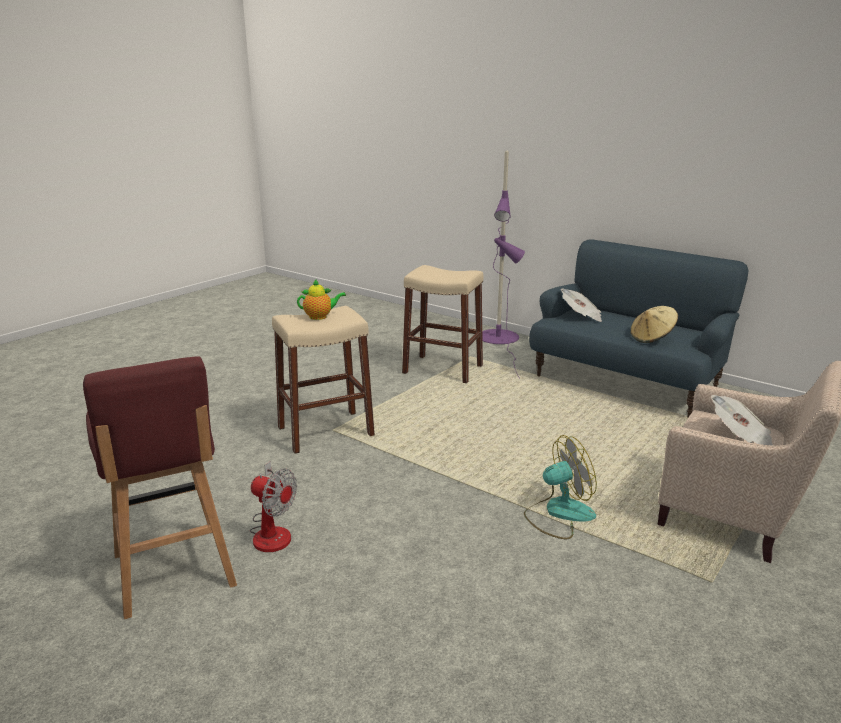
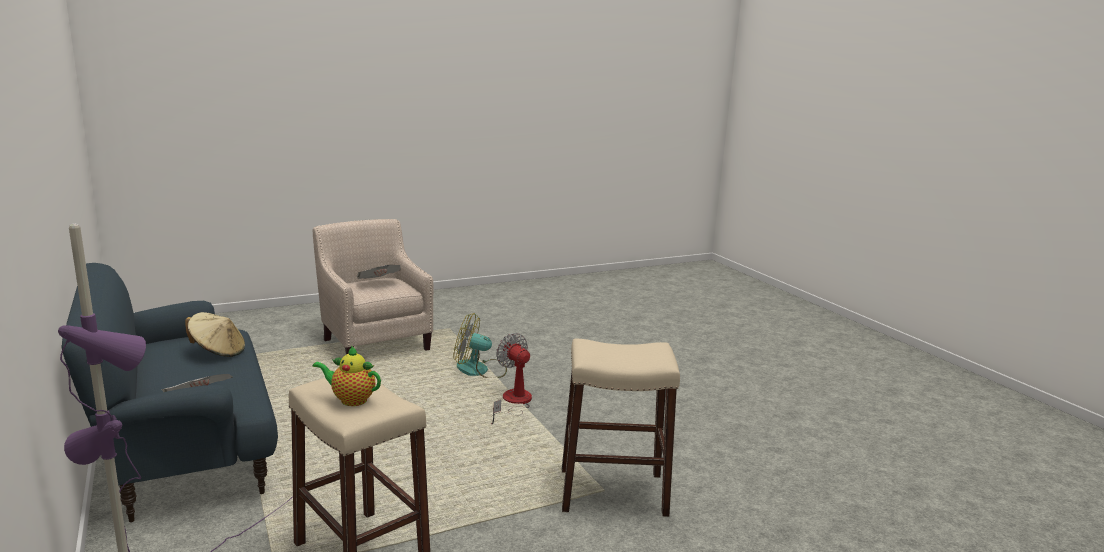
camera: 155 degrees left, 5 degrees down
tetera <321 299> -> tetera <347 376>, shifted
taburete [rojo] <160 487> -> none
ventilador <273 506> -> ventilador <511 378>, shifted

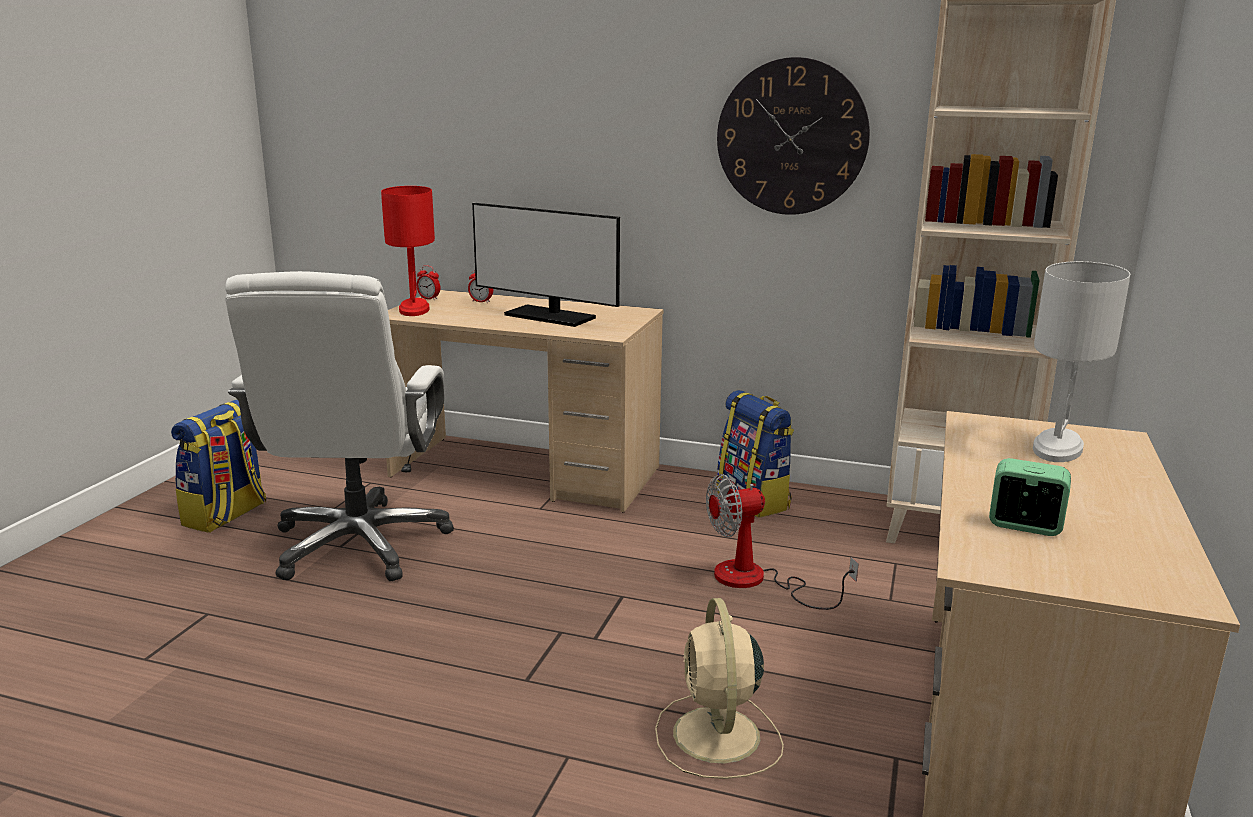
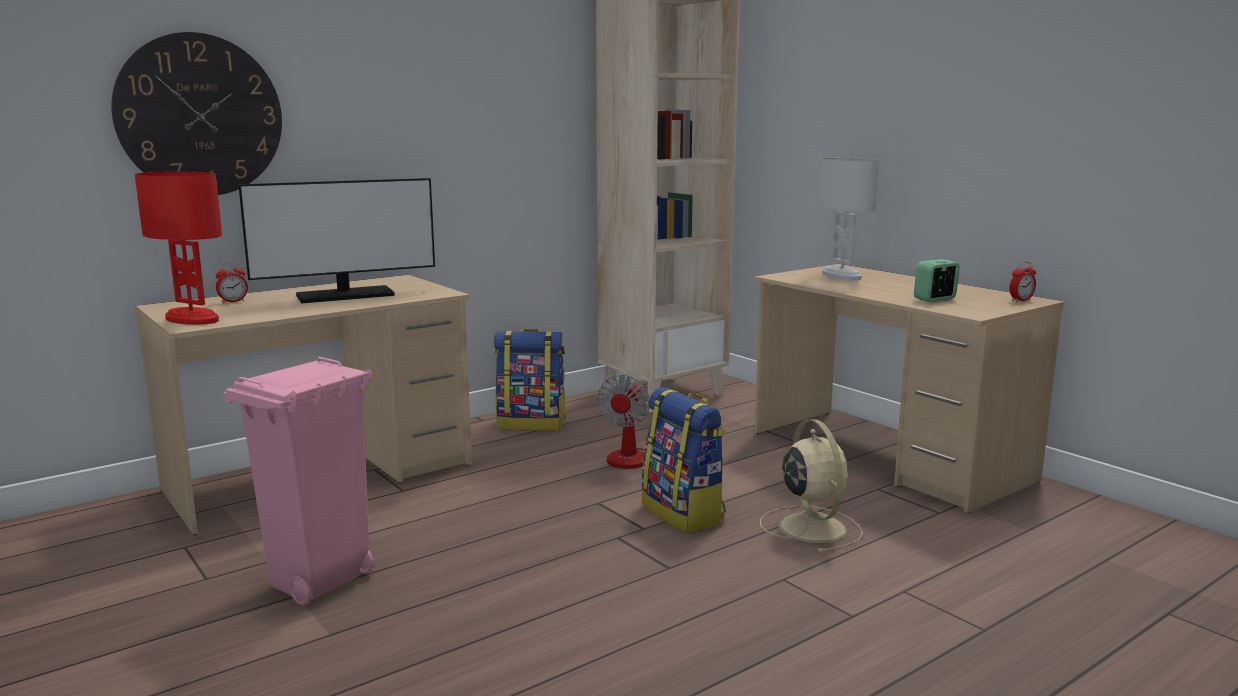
camera: 55 degrees left, 5 degrees down
reloj de pared <793 136> -> reloj de pared <196 113>, shifted
despertador <428 282> -> despertador <1022 282>, shifted
silla de oficina [blanco] <339 426> -> papelera [rosa] <299 481>
mochila <218 466> -> mochila <684 460>, shifted
ventilador [beis] <719 688> -> ventilador [beis] <811 486>, 135 degrees counterclockwise

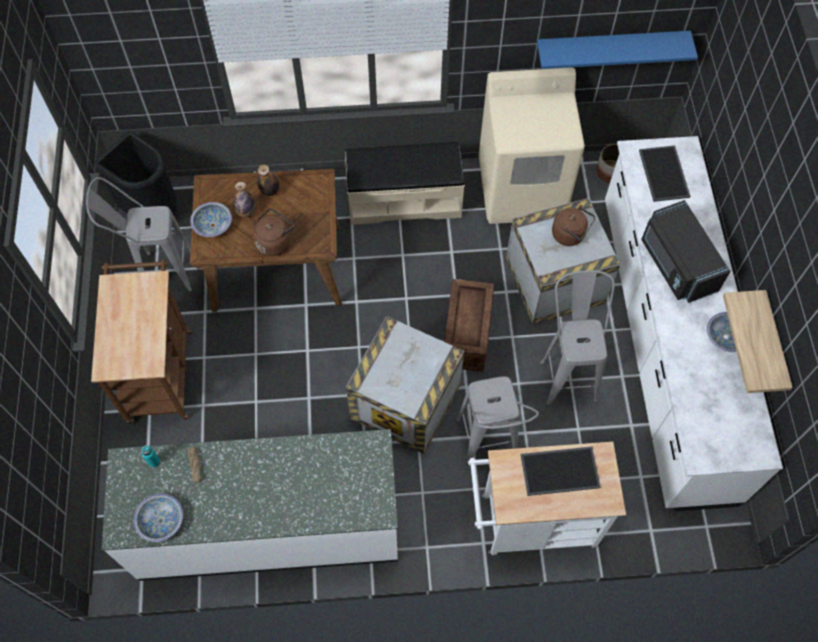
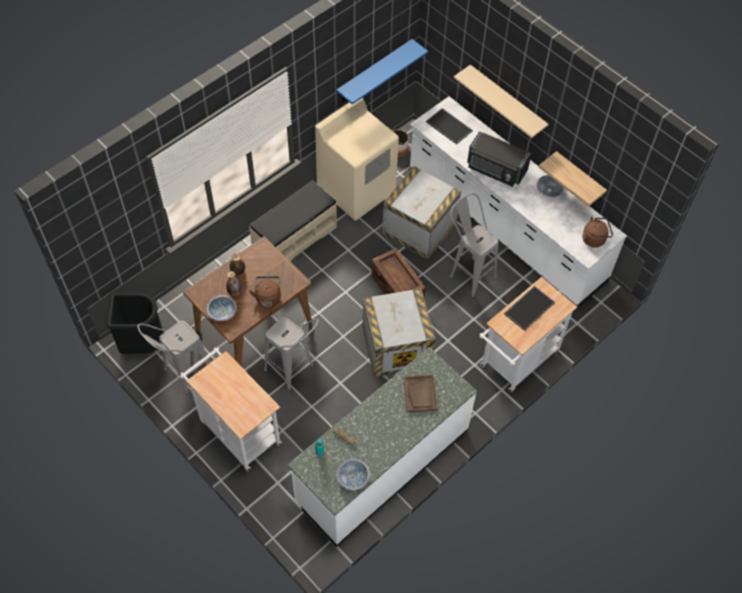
camera: 40 degrees left, 5 degrees down
hervidor [marrón] <573 225> -> hervidor [marrón] <597 232>, shifted
carrito [marrón] <141 341> -> carrito [blanco] <231 410>
taburete [gris] <497 420> -> taburete [gris] <291 354>, shifted
none -> estante [beis] <501 101>
none -> bandeja [marrón] <420 393>

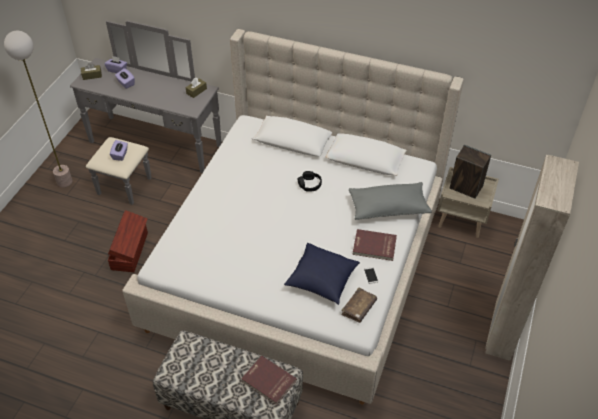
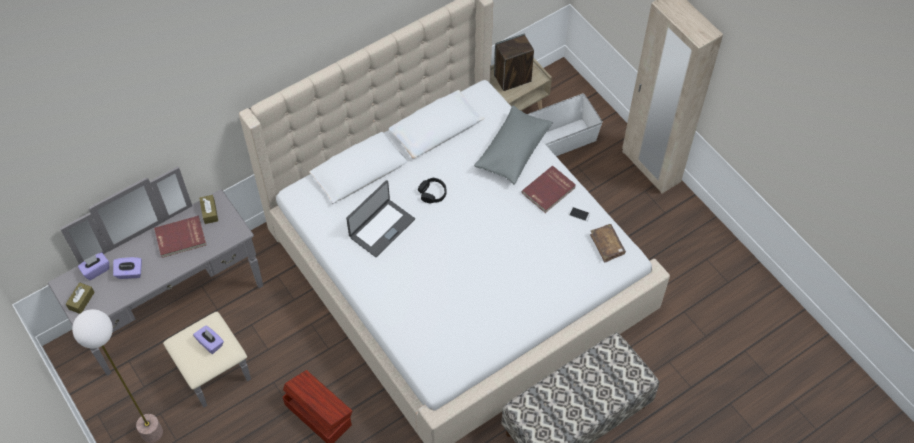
camera: 55 degrees left, 10 degrees up
cojín [azul] <322 274> -> none
libro [rojo] <269 380> -> libro [rojo] <180 237>, shifted
none -> caja de almacenaje [blanco] <565 124>
none -> portátil <380 218>

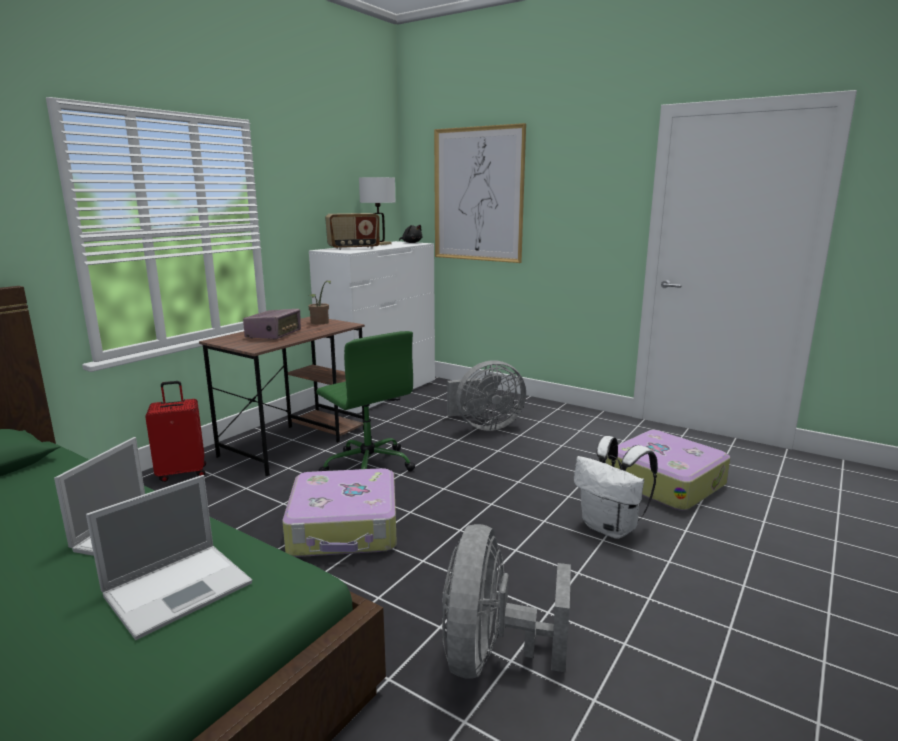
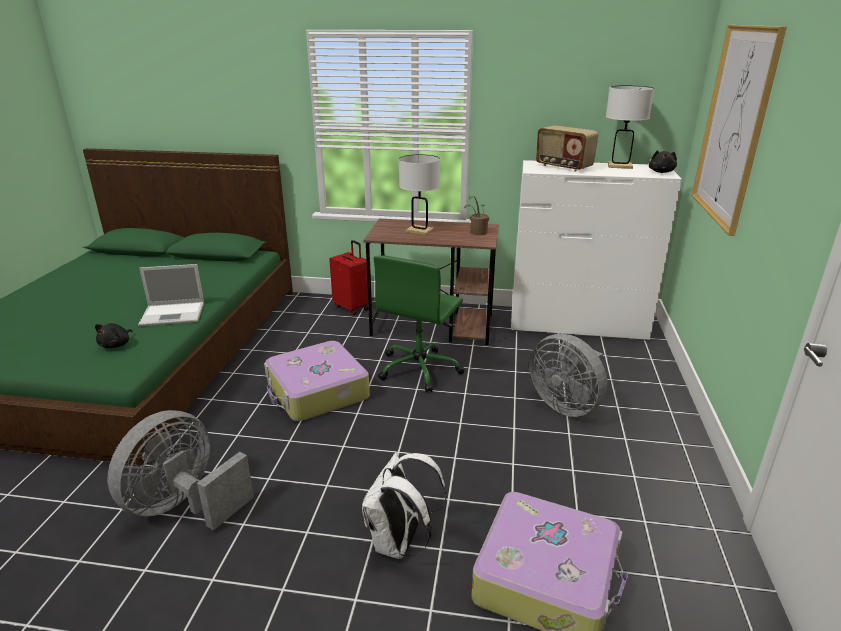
camera: 65 degrees right, 10 degrees up
radio <272 324> -> lámpara de mesa [blanco] <419 194>
portátil <169 557> -> peluche [negro] <114 335>
ventilador [gris] <506 601> -> ventilador [gris] <181 470>, 45 degrees counterclockwise

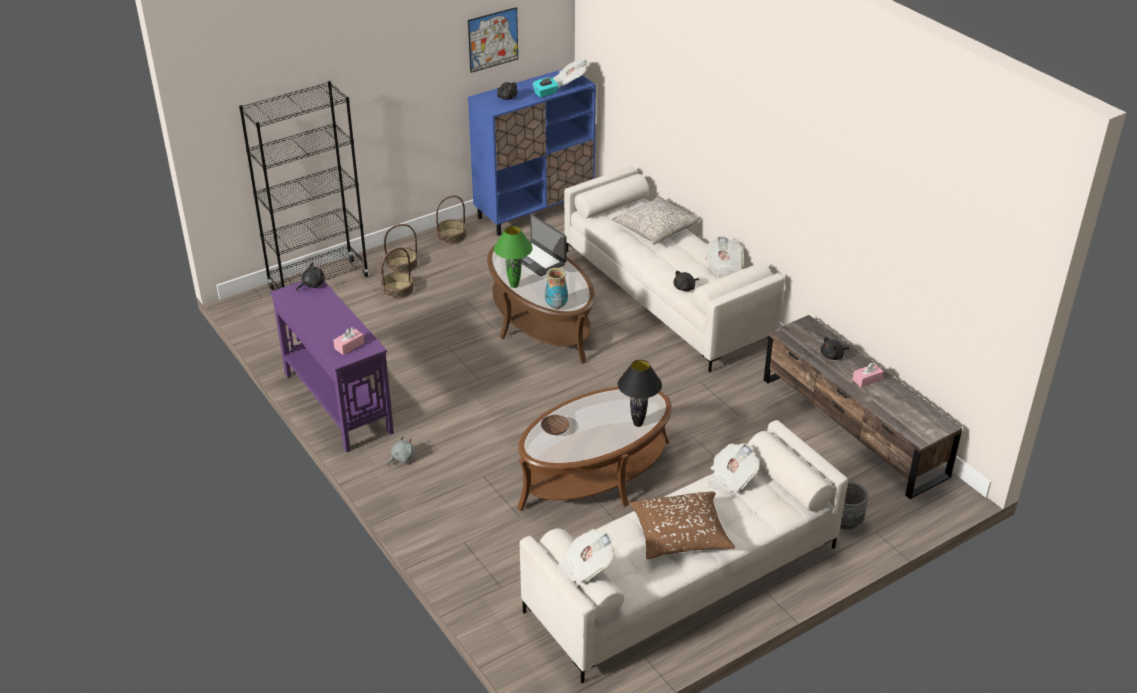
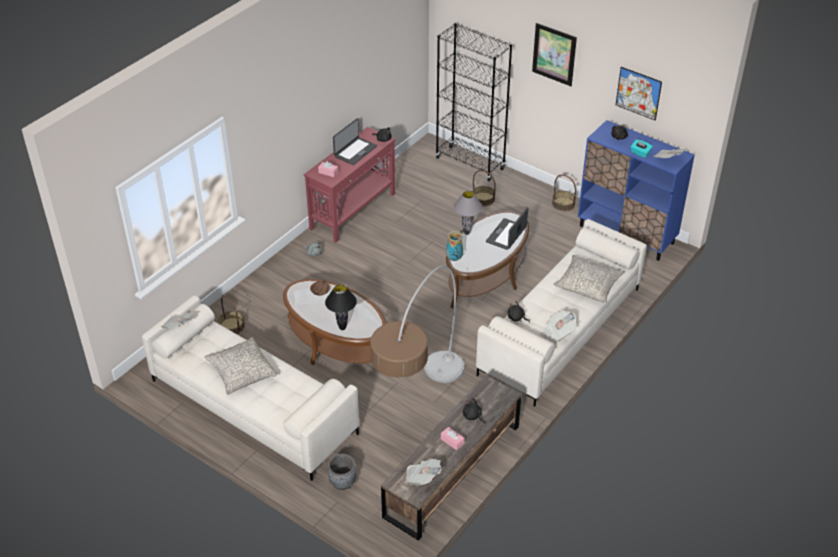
camera: 70 degrees right, 5 degrees up
cesta <401 248> -> cesta <231 314>, shifted
lámpara de mesa [verde] <513 257> -> lámpara de mesa [gris] <468 213>
mesa consola [morado] <332 366> -> mesa consola [rojo] <350 185>
periódico <733 468> -> periódico <423 471>, shifted
cojín [marrón] <682 525> -> cojín [gris] <240 366>
none -> cuadro <554 54>
none -> portátil <355 141>
none -> lámpara de pie <417 324>

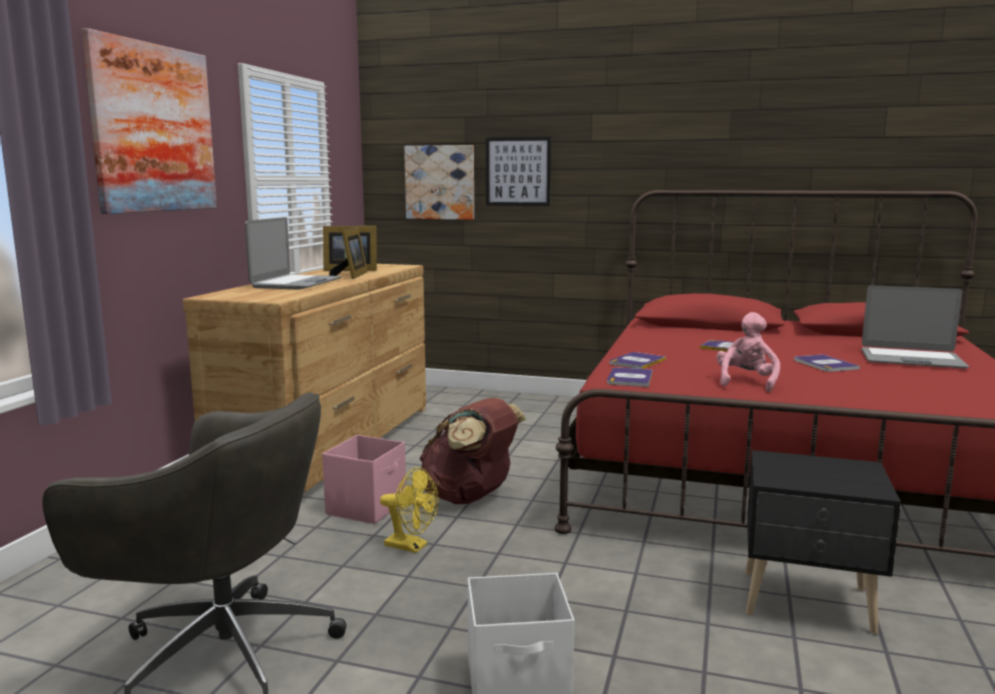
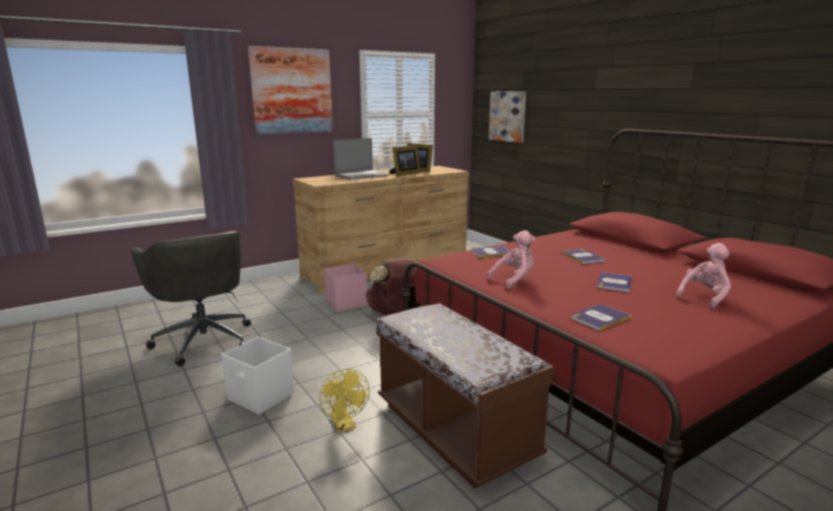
camera: 40 degrees right, 5 degrees up
cuadro <518 171> -> none
portátil <915 327> -> peluche [rosa] <703 275>
libro <630 377> -> libro <601 317>, shifted
mesita de noche [negro] <823 542> -> banco [marrón] <465 395>
ventilador [amarillo] <409 510> -> ventilador [amarillo] <344 401>, shifted

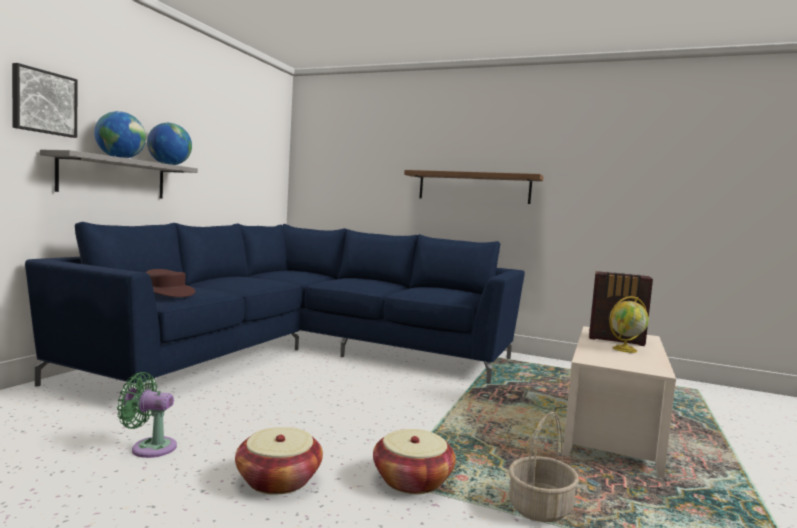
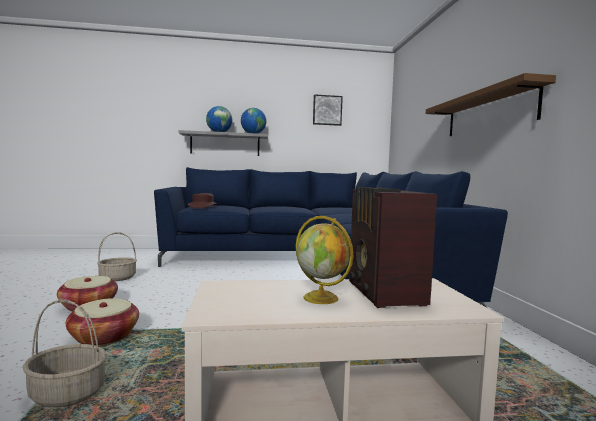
camera: 60 degrees right, 0 degrees up
cuadro <45 100> -> cuadro <328 110>, shifted
ventilador [verde] <147 415> -> cesta <117 256>

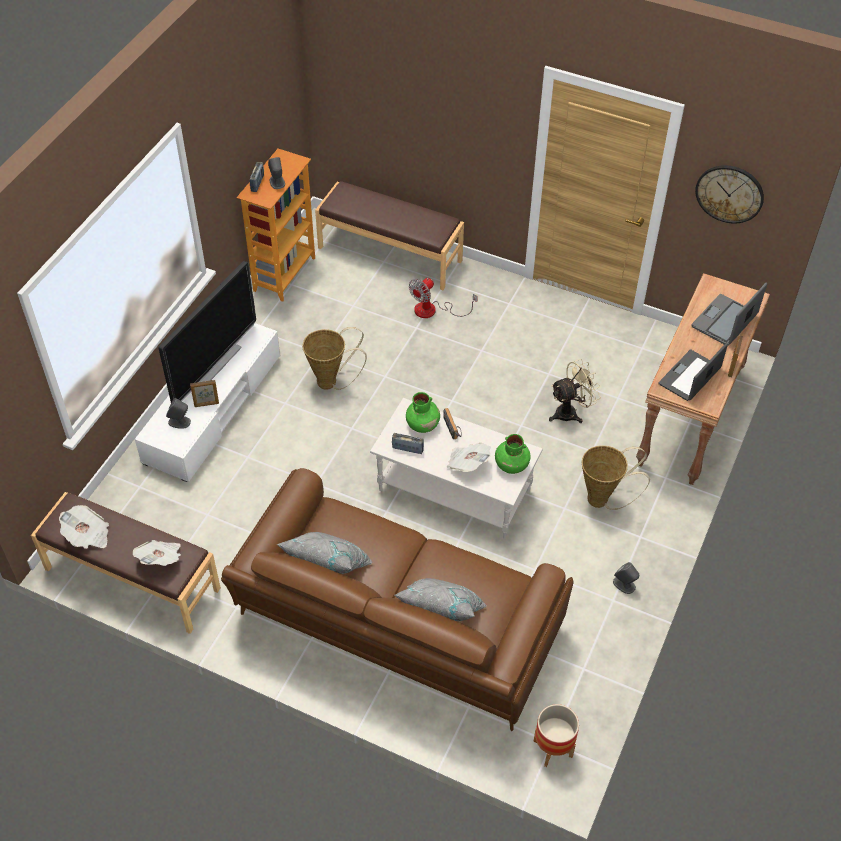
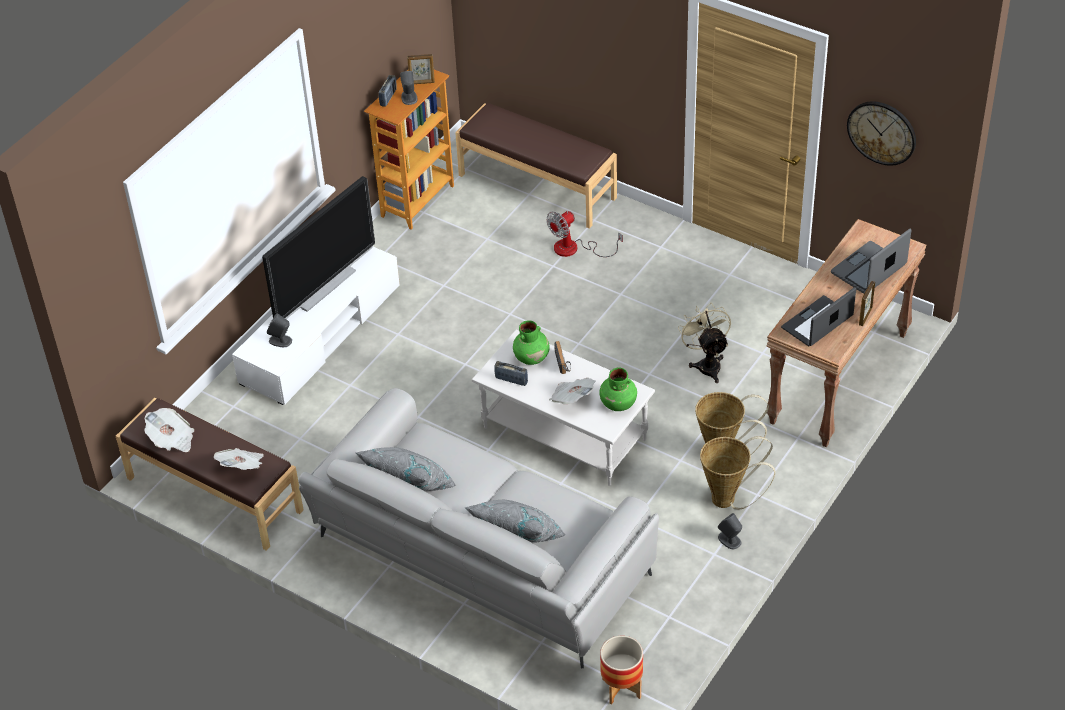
camera: 10 degrees right, 5 degrees down
cesta <334 358> -> cesta <738 473>, shifted
ventilador [beis] <575 391> -> ventilador [beis] <704 343>, 90 degrees counterclockwise
portarretratos <204 393> -> portarretratos <421 69>, shifted
sofá [marrón] <397 599> -> sofá [gris] <479 528>

